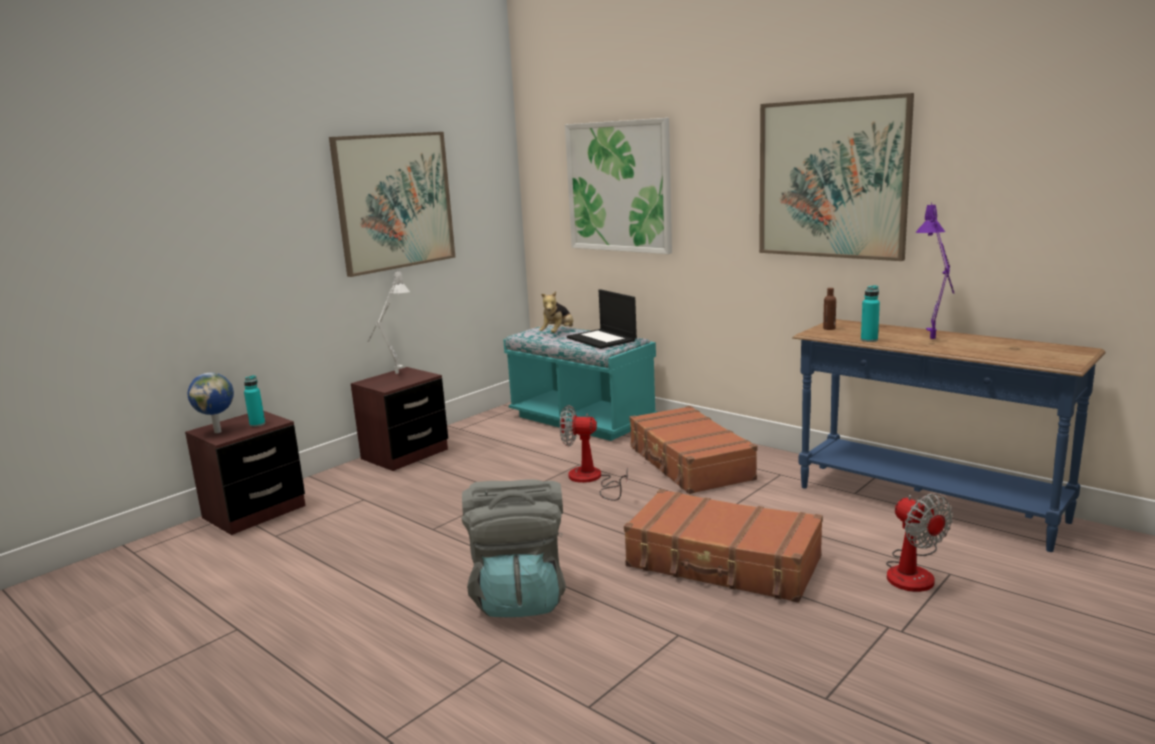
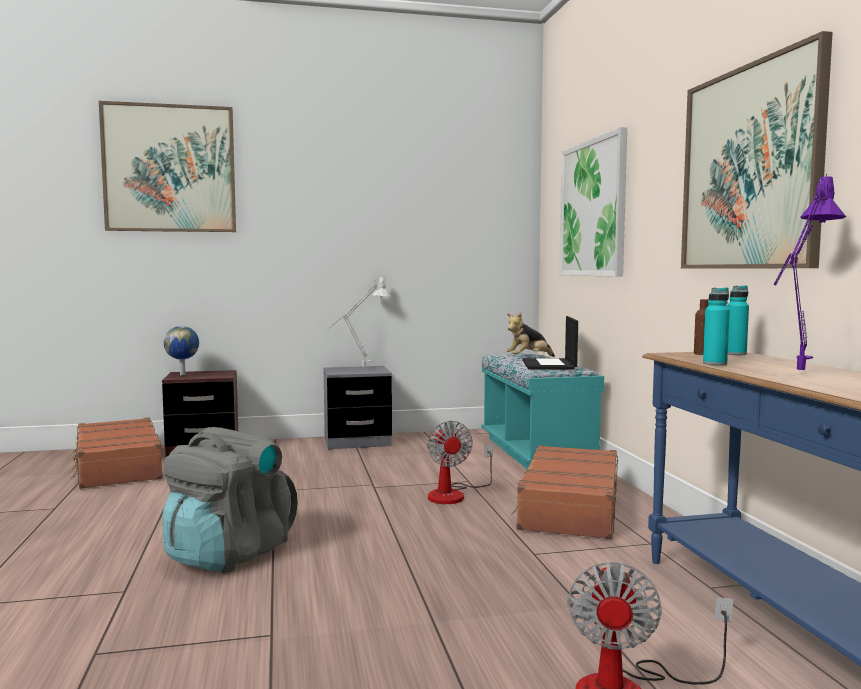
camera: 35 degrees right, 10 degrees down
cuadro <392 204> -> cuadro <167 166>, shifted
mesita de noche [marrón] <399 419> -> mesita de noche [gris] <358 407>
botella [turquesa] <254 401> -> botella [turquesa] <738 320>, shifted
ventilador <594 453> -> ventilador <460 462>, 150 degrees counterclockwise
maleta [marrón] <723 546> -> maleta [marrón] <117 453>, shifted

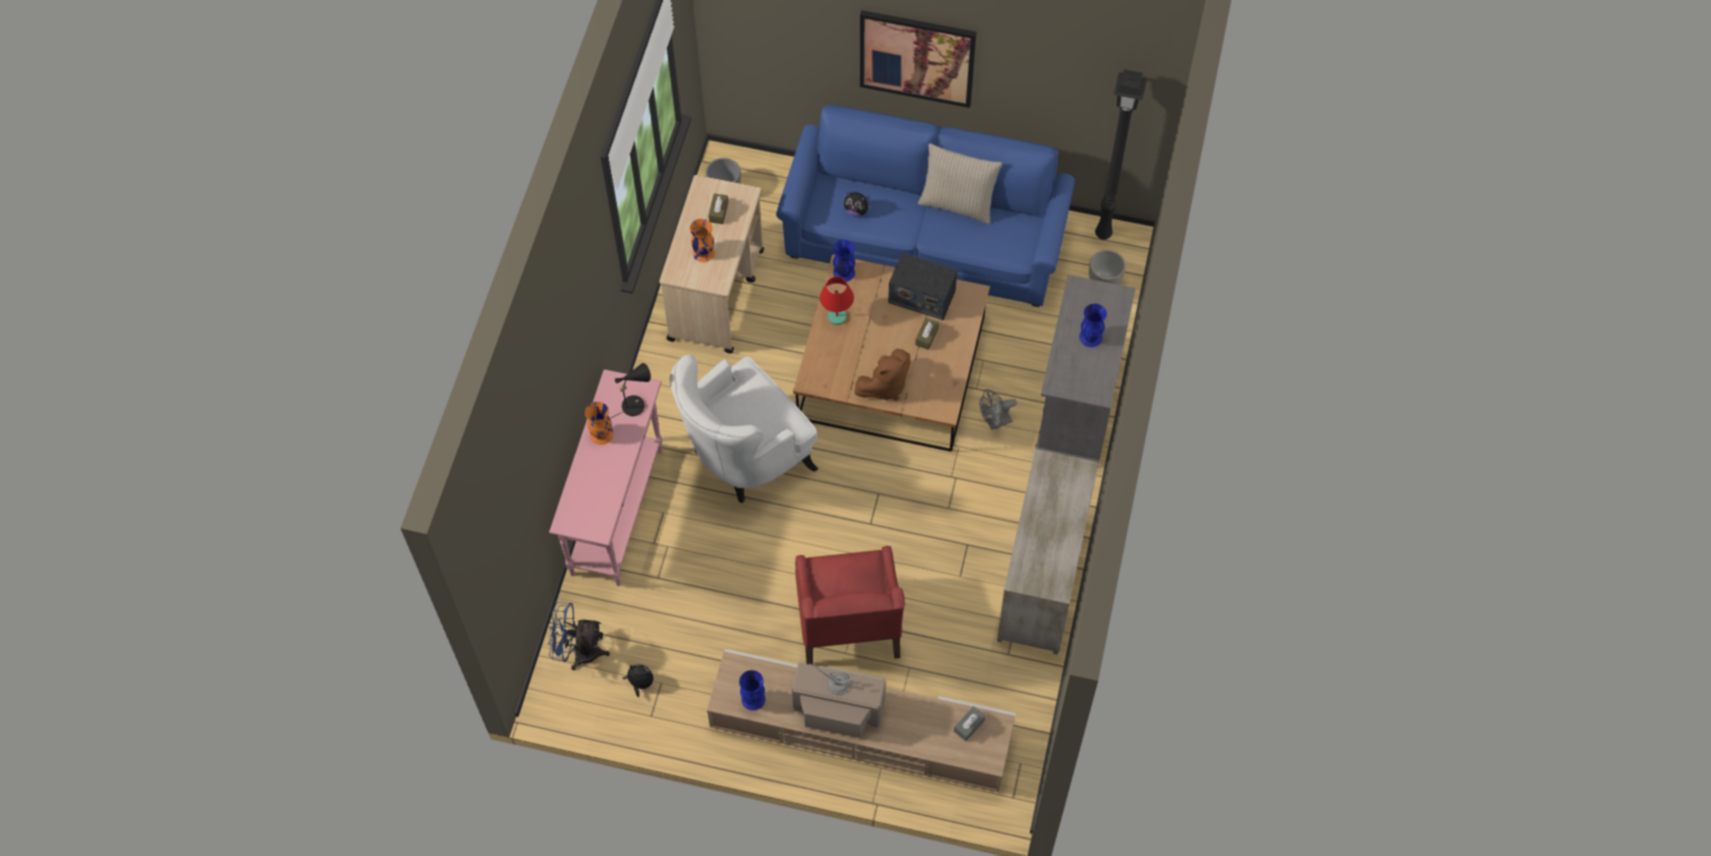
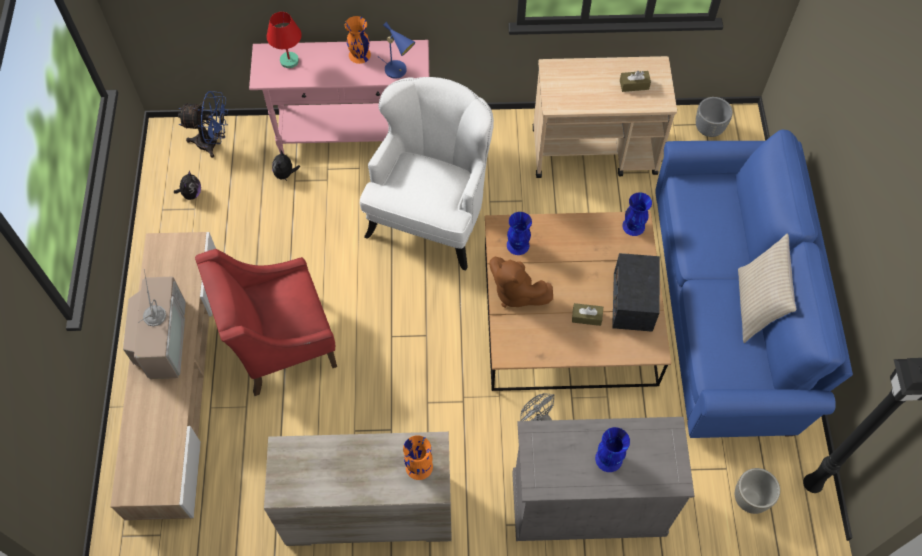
camera: 75 degrees right, 0 degrees up
cuadro <918 59> -> none
peluche <858 204> -> peluche <286 166>, shifted
florero [naranja] <702 240> -> florero [naranja] <418 457>, shifted
lámpara de mesa [rojo] <837 301> -> lámpara de mesa [rojo] <284 40>, shifted
sillón [blanco] <743 429> -> sillón [blanco] <427 173>, 75 degrees clockwise
lámpara de mesa [negro] <631 390> -> lámpara de mesa [azul] <397 50>
ventilador [azul] <579 636> -> ventilador [azul] <203 124>, 105 degrees clockwise
florero [azul] <752 690> -> florero [azul] <519 233>, shifted
caja de pañuelos [gris] <969 723> -> none

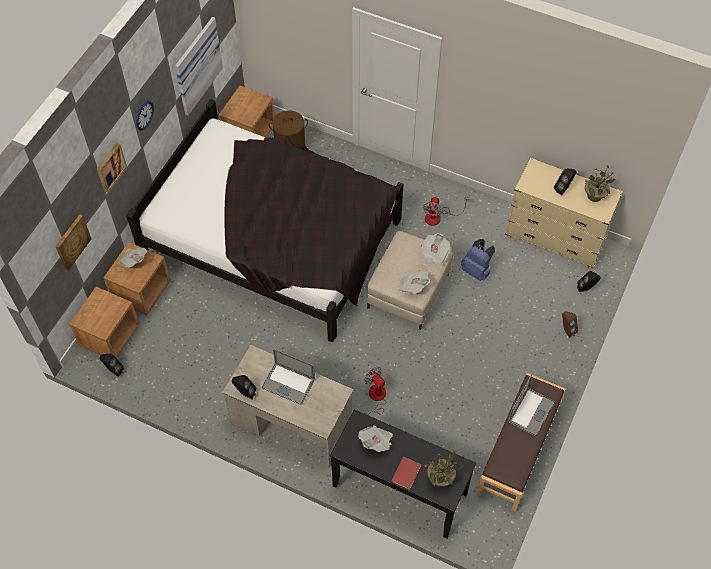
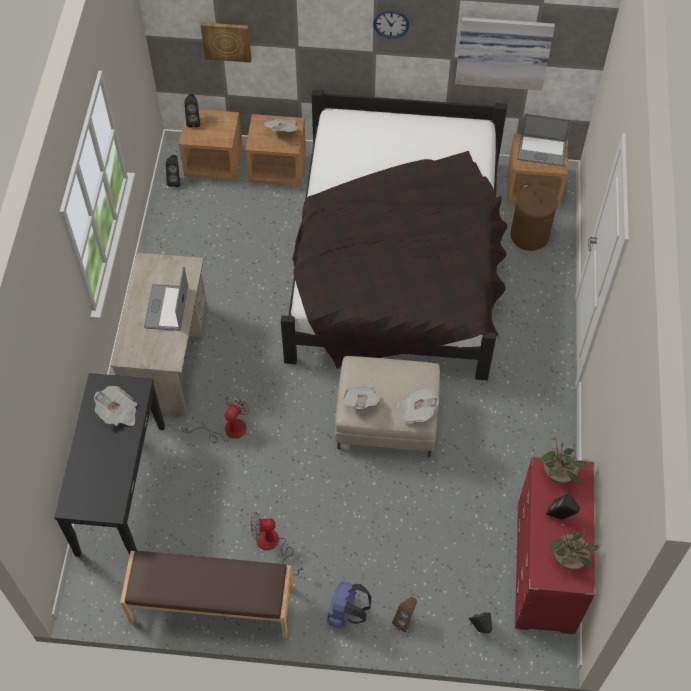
camera: 70 degrees right, 0 degrees up
cuadro <112 167> -> none
cómoda [beis] <564 213> -> cómoda [rojo] <555 545>
ventilador <446 211> -> ventilador <276 543>, shifted
mochila [azul] <478 260> -> mochila [azul] <349 605>, shifted
portátil <531 405> -> portátil <544 139>, shifted
altavoz [negro] <244 387> -> altavoz [negro] <192 110>, shifted
planta en maceta <444 468> -> planta en maceta <564 460>, shifted
libro [rojo] <406 473> -> none

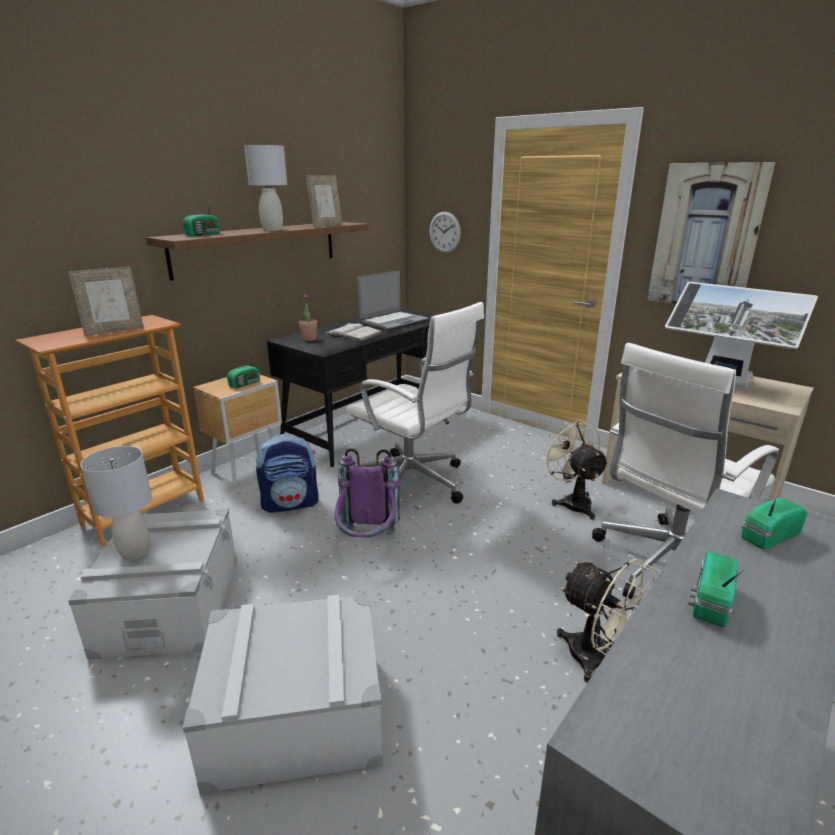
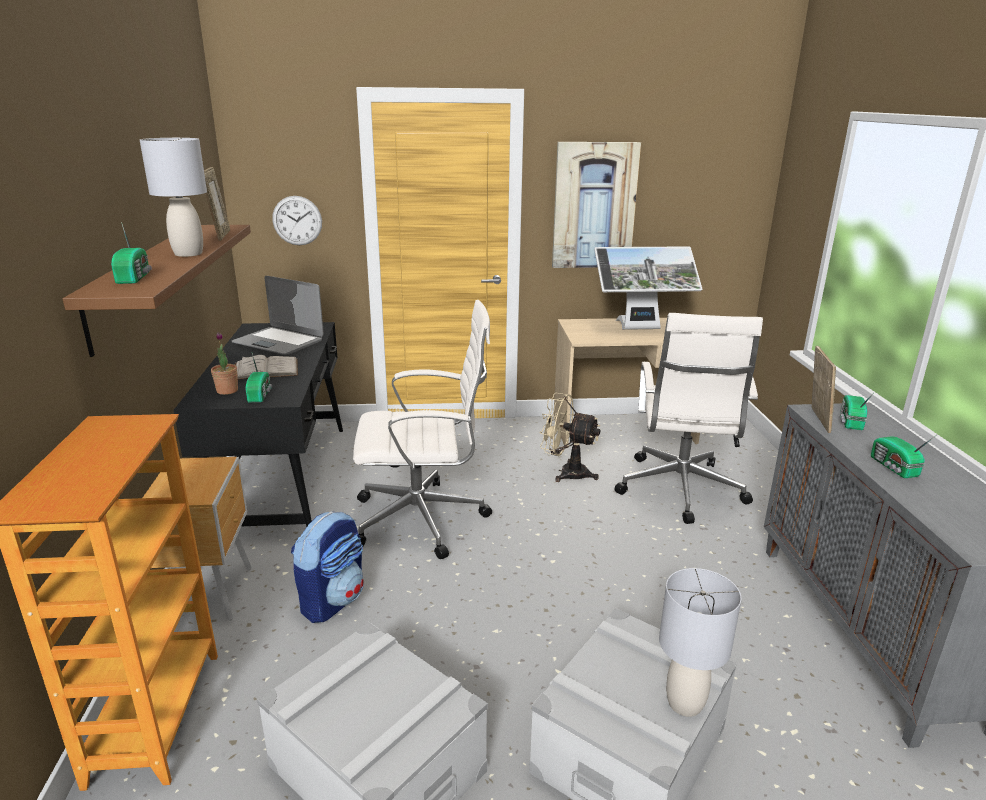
camera: 45 degrees left, 0 degrees up
portarretratos <106 301> -> portarretratos <824 389>, shifted
portátil <393 300> -> portátil <278 315>, 120 degrees clockwise
radio <243 371> -> radio <259 377>, shifted
lámpara de mesa [gris] <116 503> -> lámpara de mesa [gris] <700 642>, shifted
mochila [morado] <367 493> -> none
ventilador [beis] <609 620> -> none

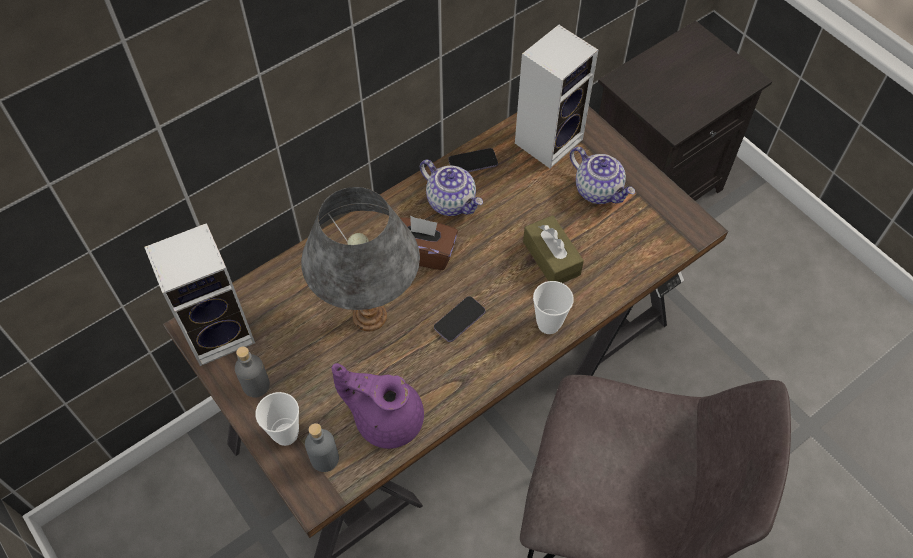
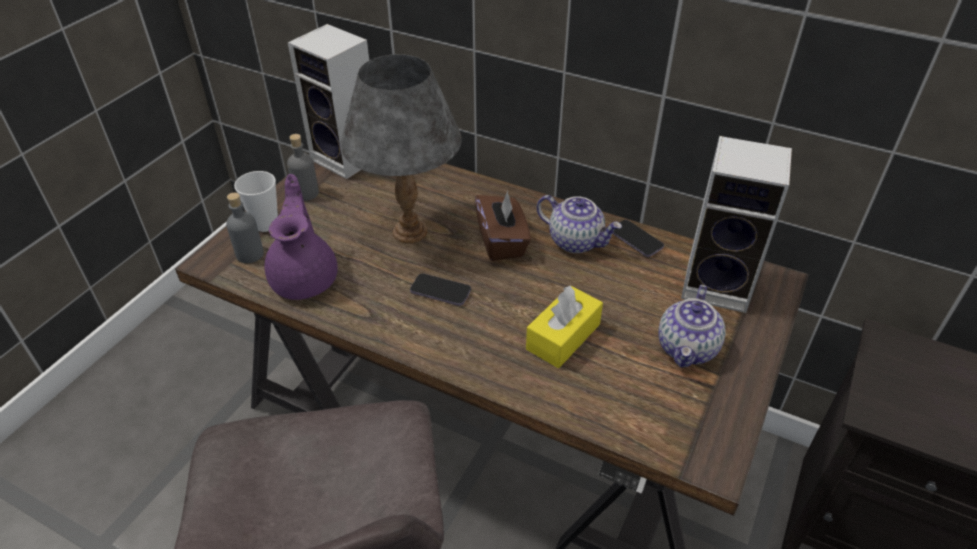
camera: 65 degrees right, 15 degrees down
tetera <451 188> -> tetera <579 224>, 75 degrees counterclockwise
caja de pañuelos [marrón] <553 249> -> caja de pañuelos [amarillo] <564 326>
taza <553 307> -> none

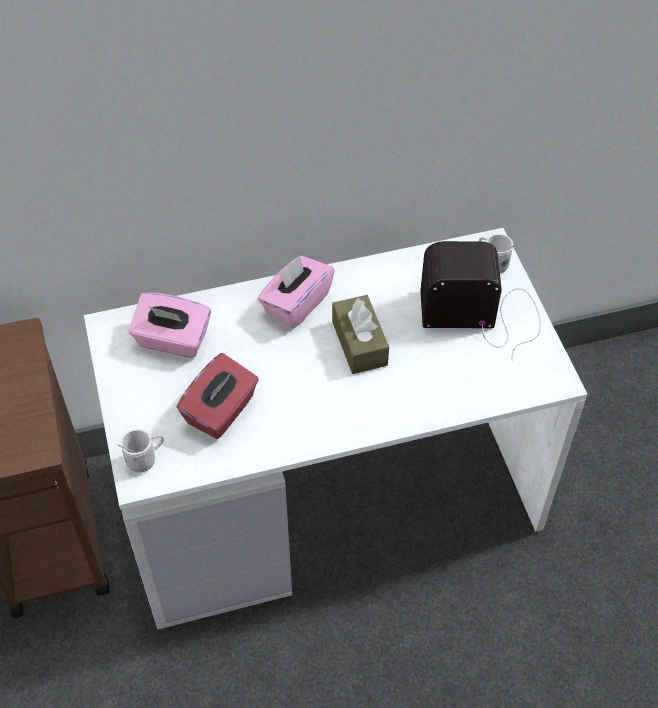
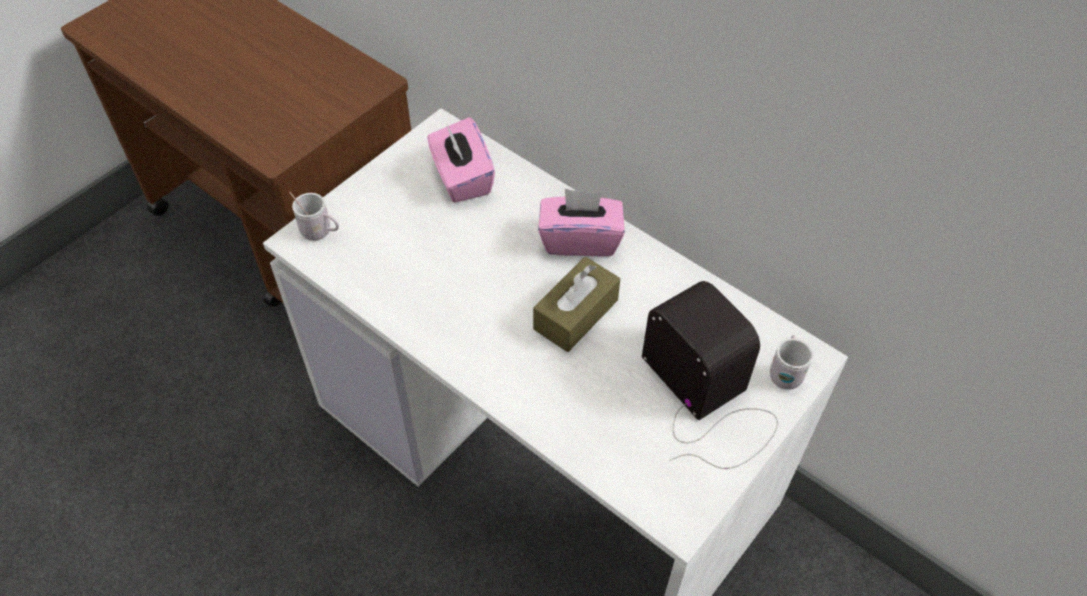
camera: 55 degrees right, 0 degrees up
caja de pañuelos [rojo] <218 396> -> none

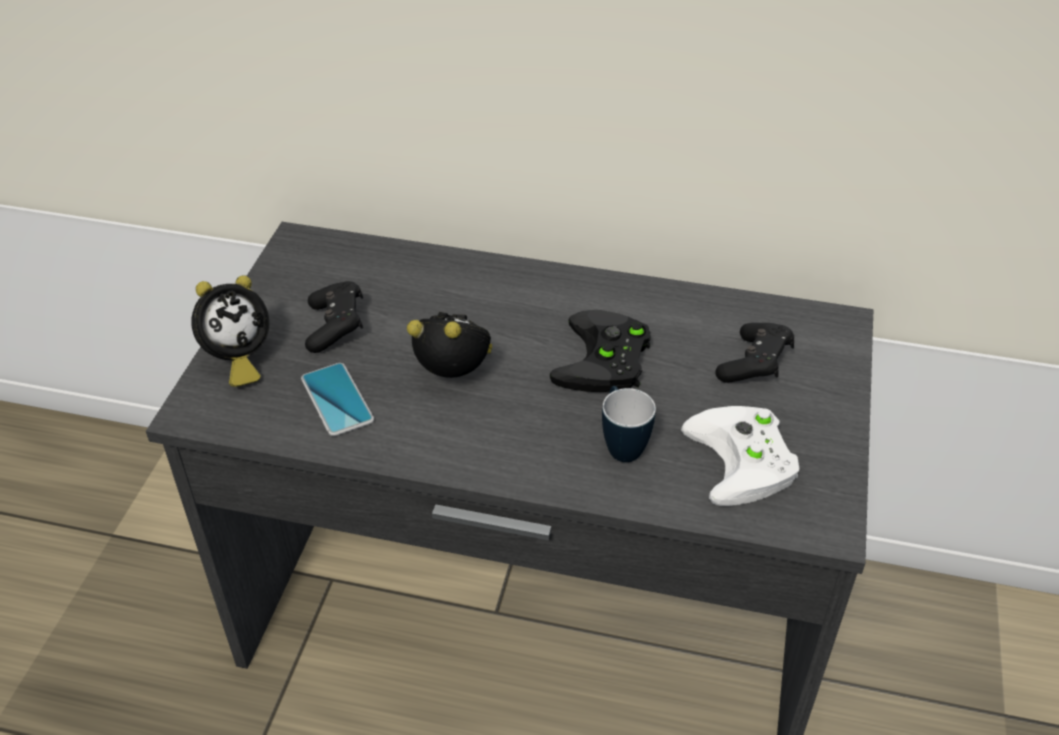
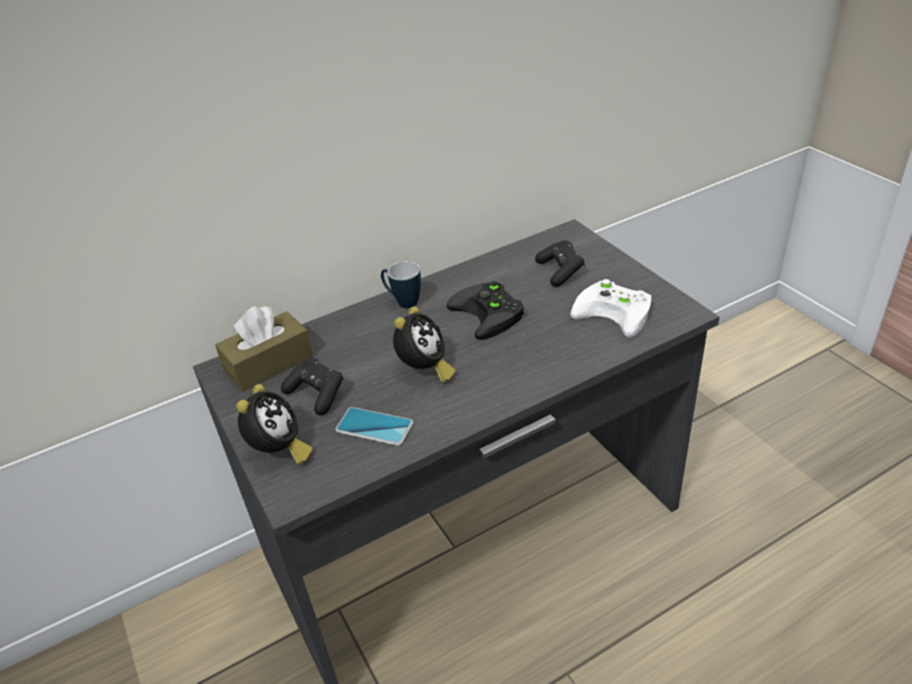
camera: 40 degrees left, 5 degrees down
despertador <449 345> -> despertador <424 345>, 135 degrees clockwise
taza grande <629 424> -> taza grande <401 284>, shifted
none -> caja de pañuelos [marrón] <264 349>

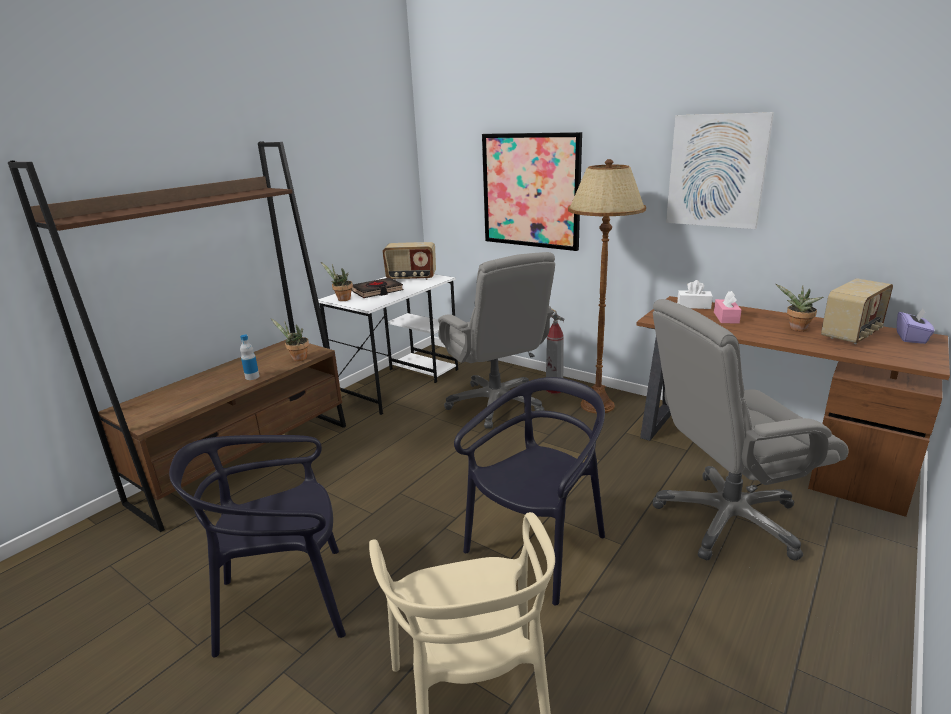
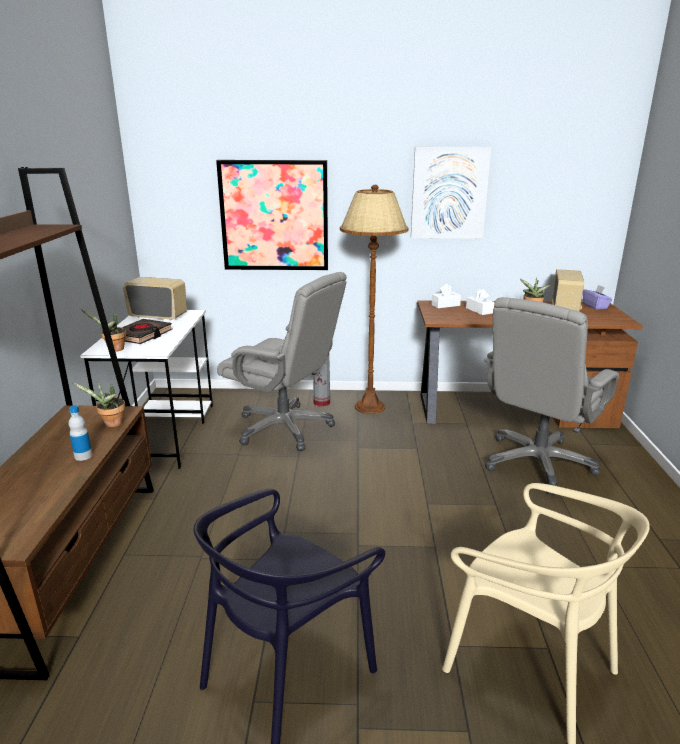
camera: 35 degrees left, 0 degrees up
radio <409 261> -> radio <155 299>, 135 degrees counterclockwise
caja de pañuelos [rosa] <727 307> -> caja de pañuelos [blanco] <480 302>
silla [negro] <529 491> -> none

